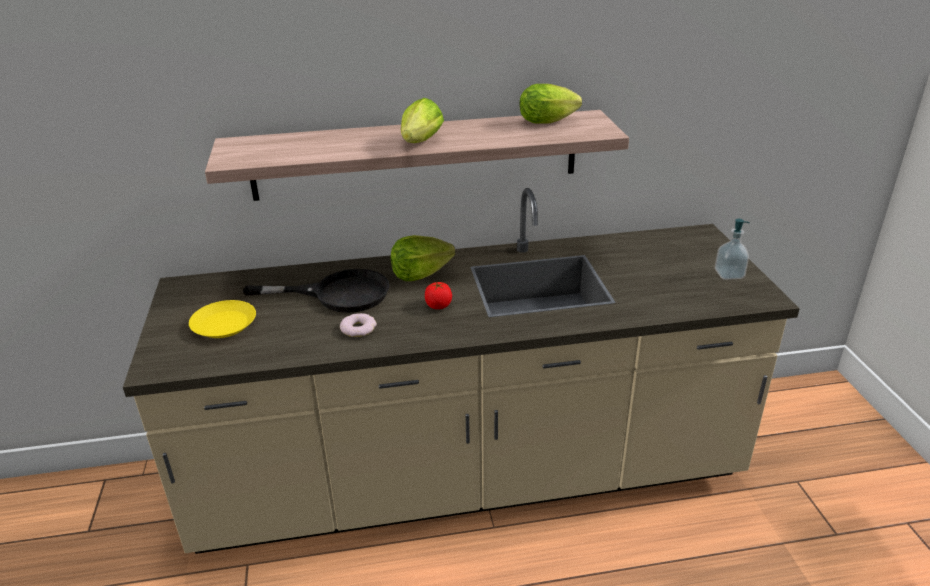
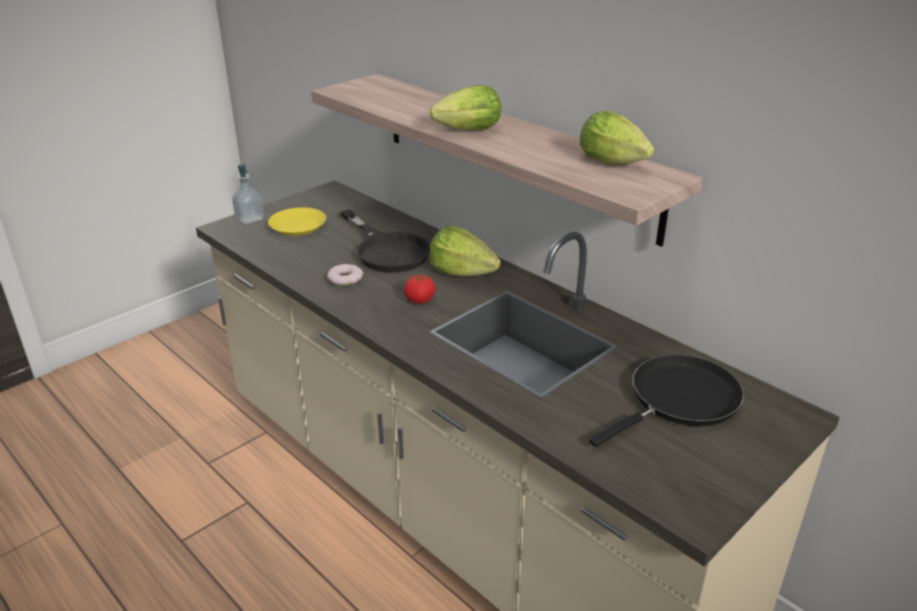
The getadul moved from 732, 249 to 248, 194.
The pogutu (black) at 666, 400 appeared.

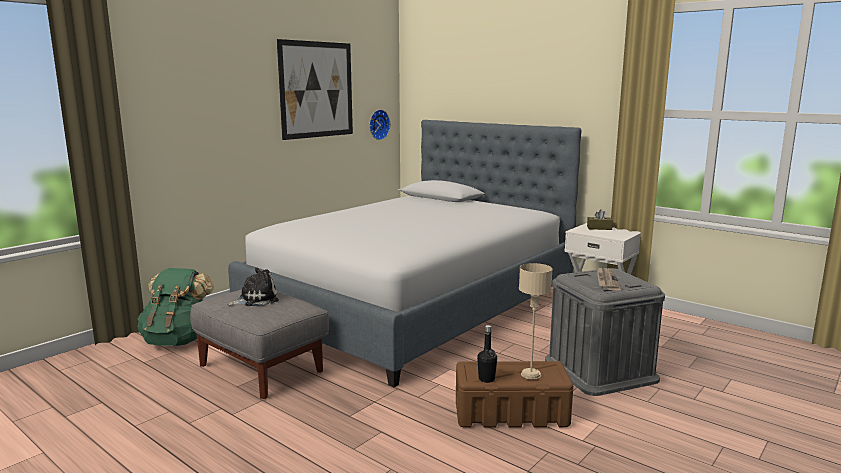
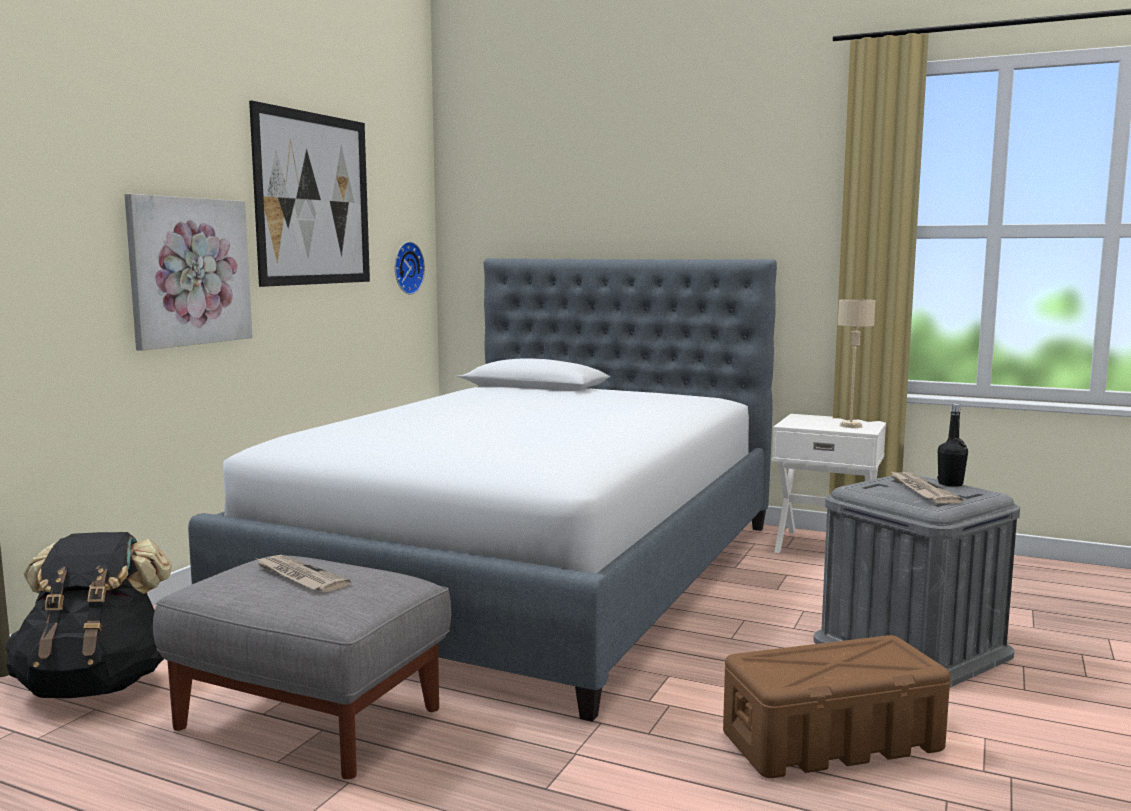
The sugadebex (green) at 176, 307 became the sugadebex (black) at 88, 615.
The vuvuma at 189, 272 appeared.
The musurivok at 253, 287 was replaced by the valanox at 304, 573.
The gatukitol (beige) moved from 536, 321 to 857, 363.
The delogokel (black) moved from 487, 354 to 952, 445.
The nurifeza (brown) at 600, 219 disappeared.

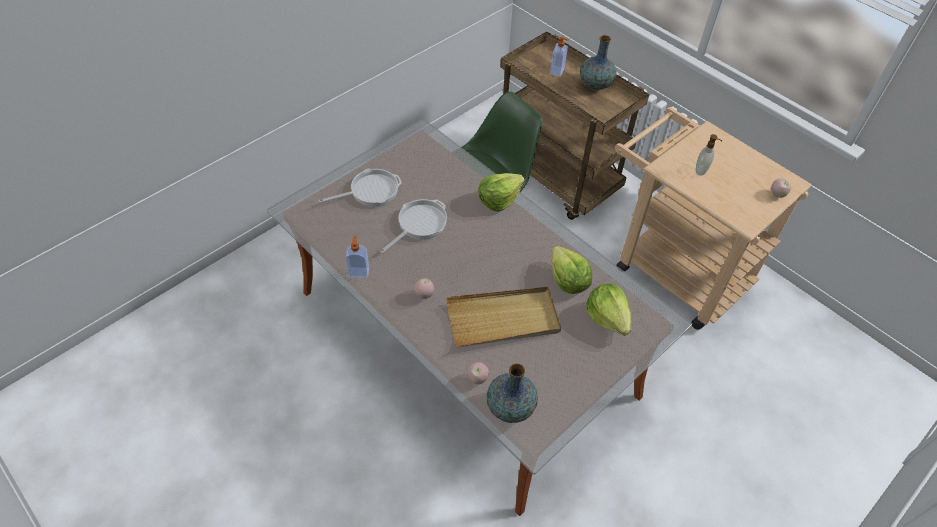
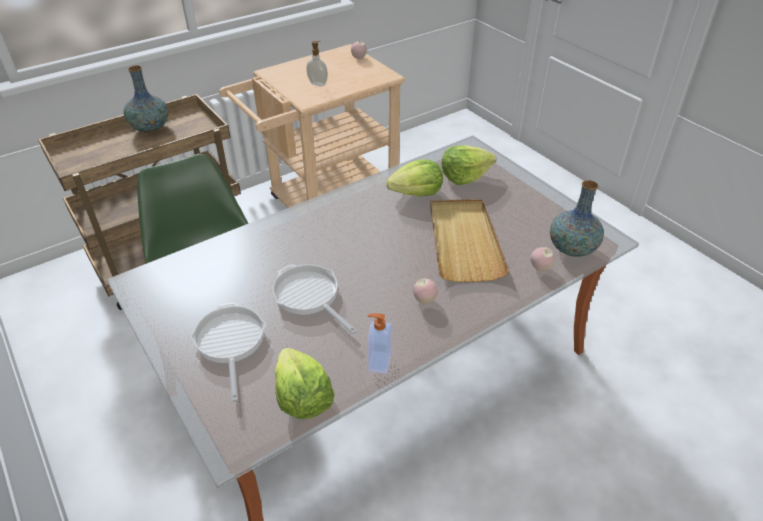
The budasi moved from 501, 192 to 305, 383.
The getadul at 559, 57 disappeared.

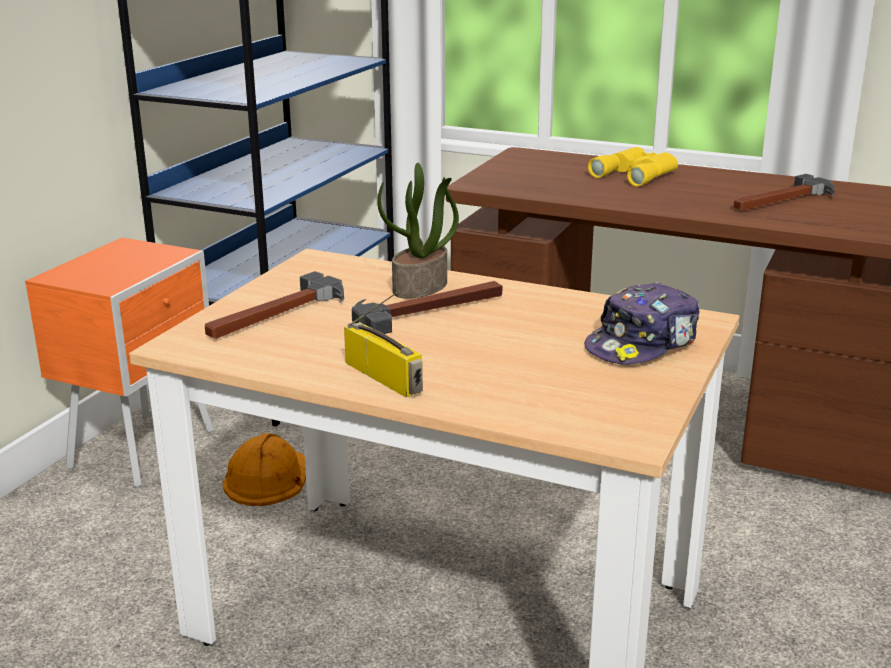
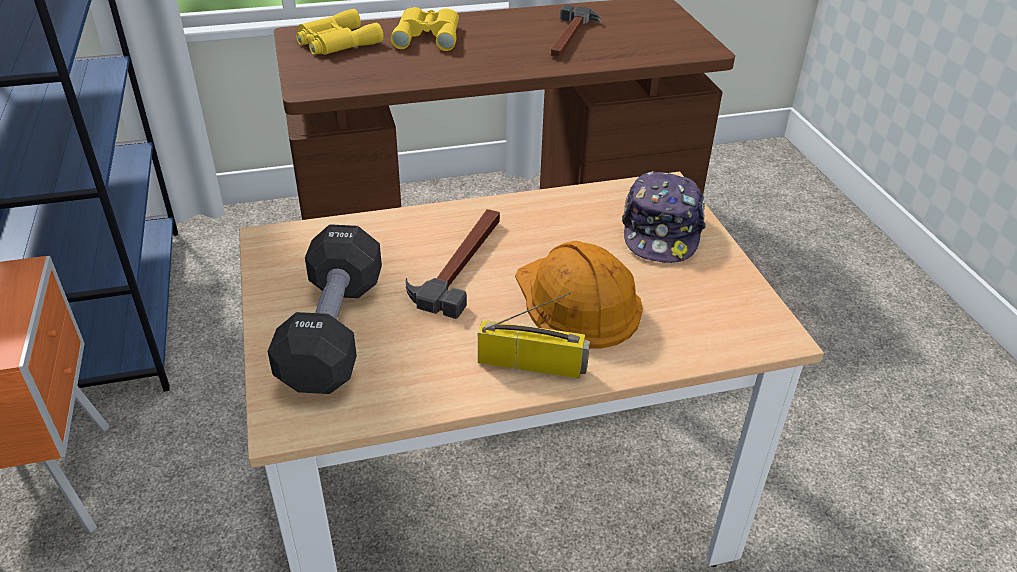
The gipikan at 274, 305 was replaced by the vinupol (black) at 325, 309.
The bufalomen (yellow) at 340, 32 appeared.
The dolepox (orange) moved from 264, 469 to 579, 295.
The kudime at 418, 230 disappeared.

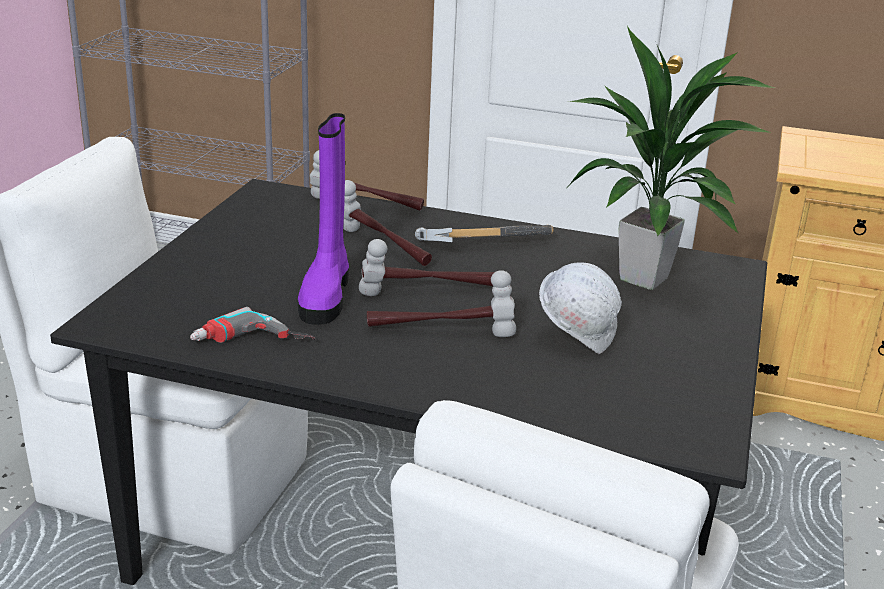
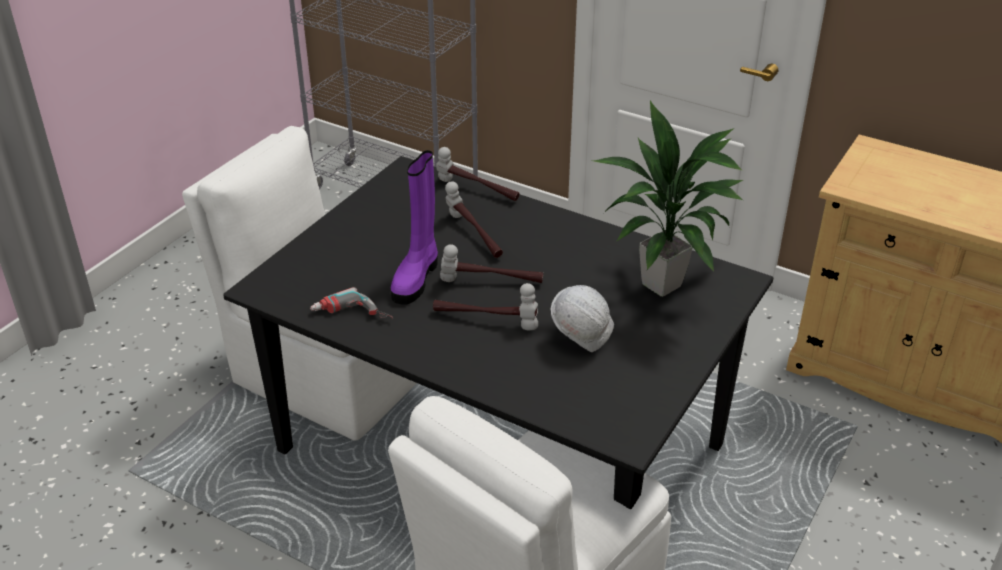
The gipikan at 484, 233 disappeared.

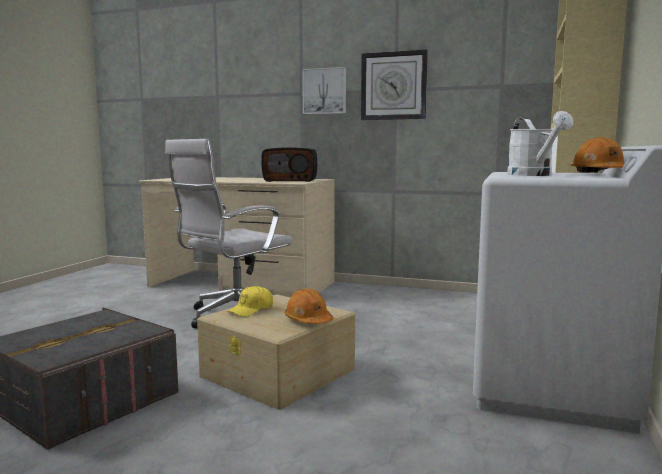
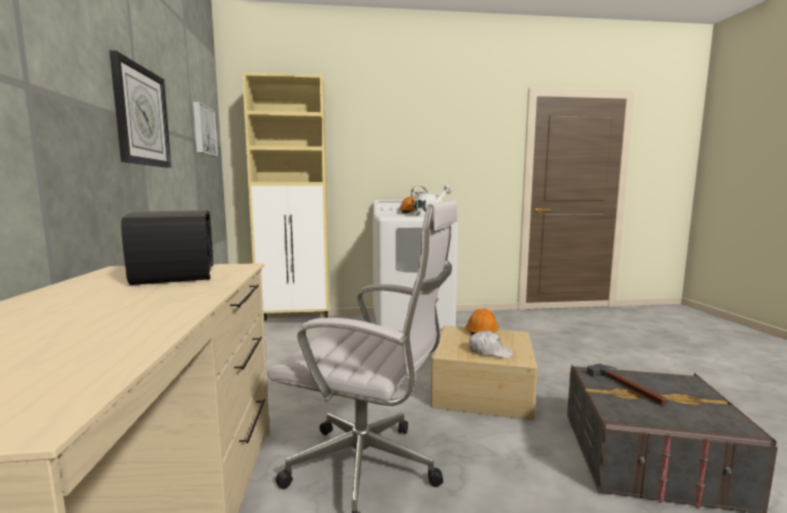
The vuvuma moved from 324, 90 to 205, 129.
The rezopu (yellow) at 250, 301 became the rezopu (white) at 491, 345.
The gipikan at 627, 384 appeared.

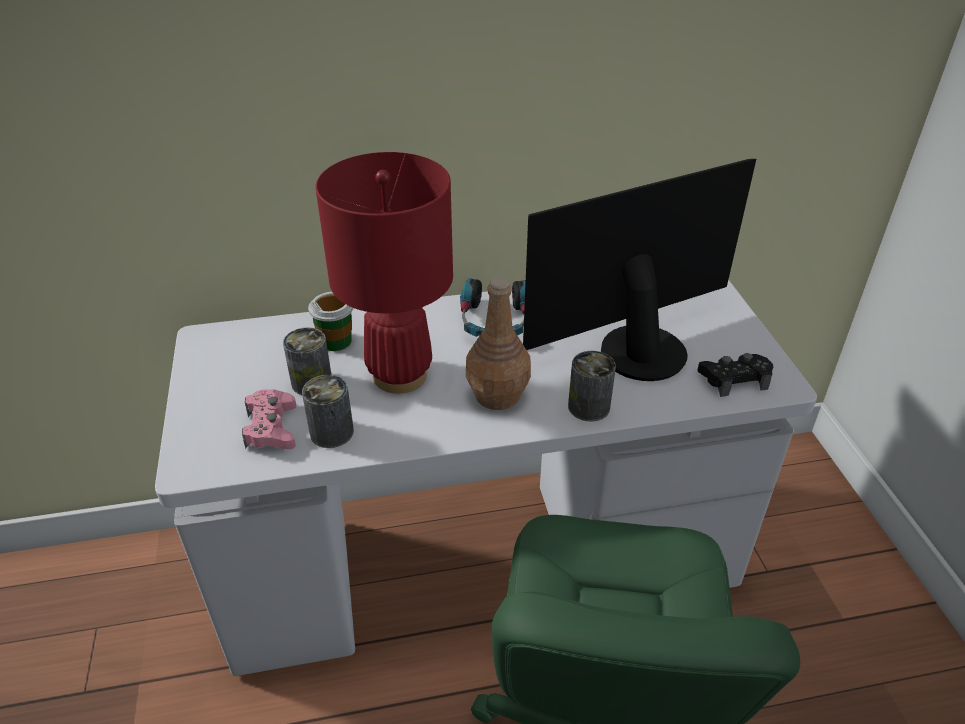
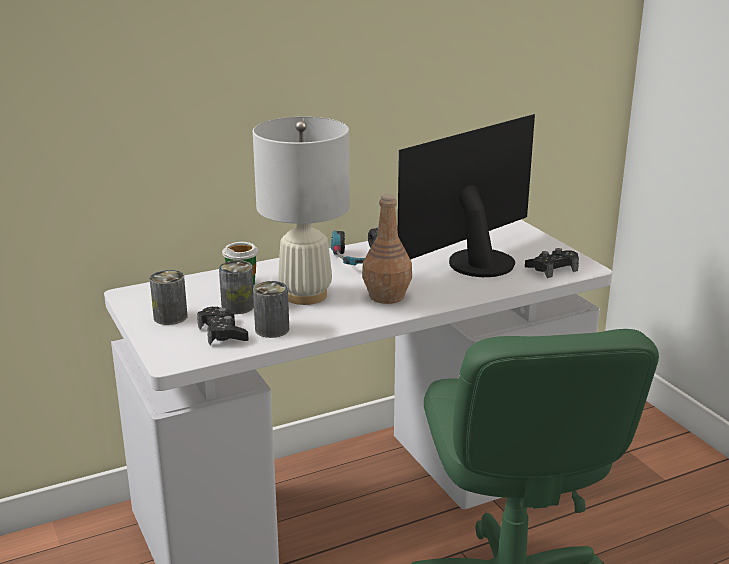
The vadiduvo moved from 592, 386 to 169, 297.
The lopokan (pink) at 269, 419 became the lopokan (black) at 223, 326.
The gatukitol (red) at 384, 273 became the gatukitol (white) at 301, 211.

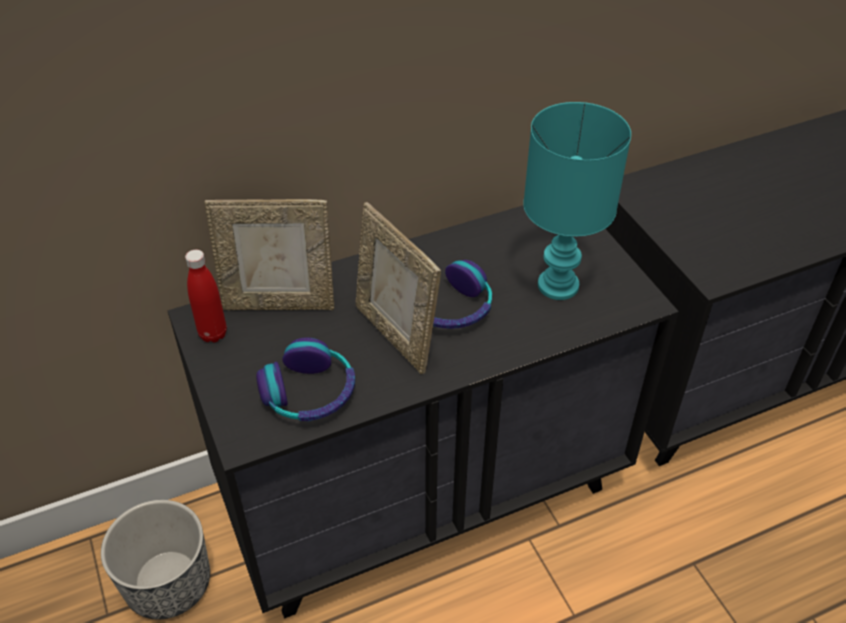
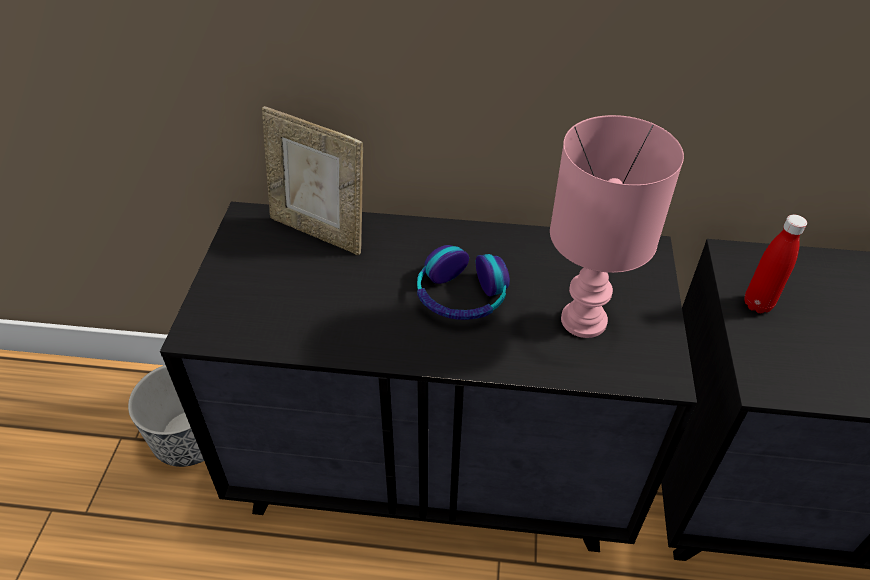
The gatukitol (turquoise) at 577, 201 became the gatukitol (pink) at 617, 226.
The delogokel (red) moved from 206, 296 to 776, 264.
The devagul at 305, 379 disappeared.
The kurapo at 398, 288 disappeared.

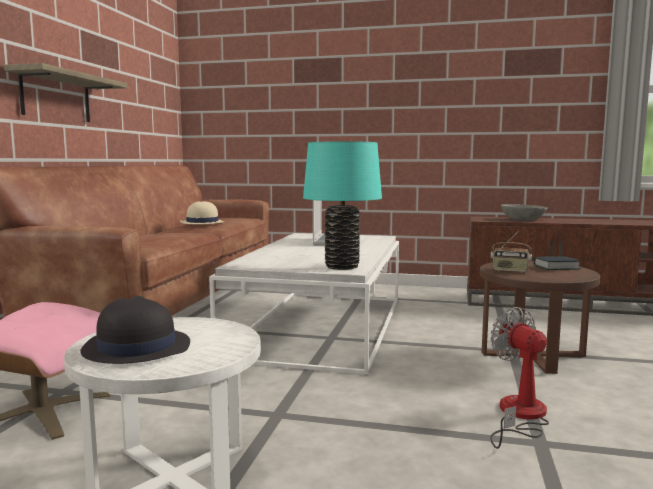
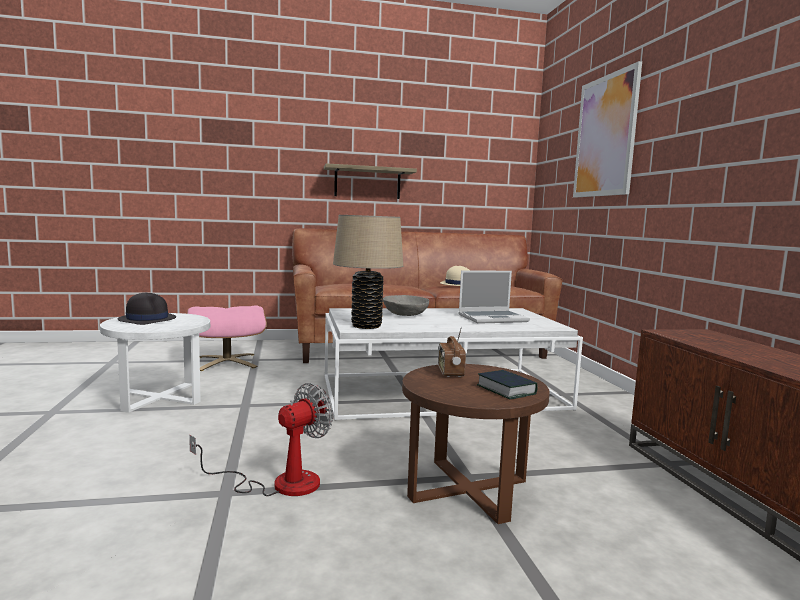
The gatukitol (turquoise) at 342, 205 became the gatukitol (beige) at 368, 272.
The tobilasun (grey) moved from 524, 212 to 406, 305.
The vuvuma at 607, 129 appeared.

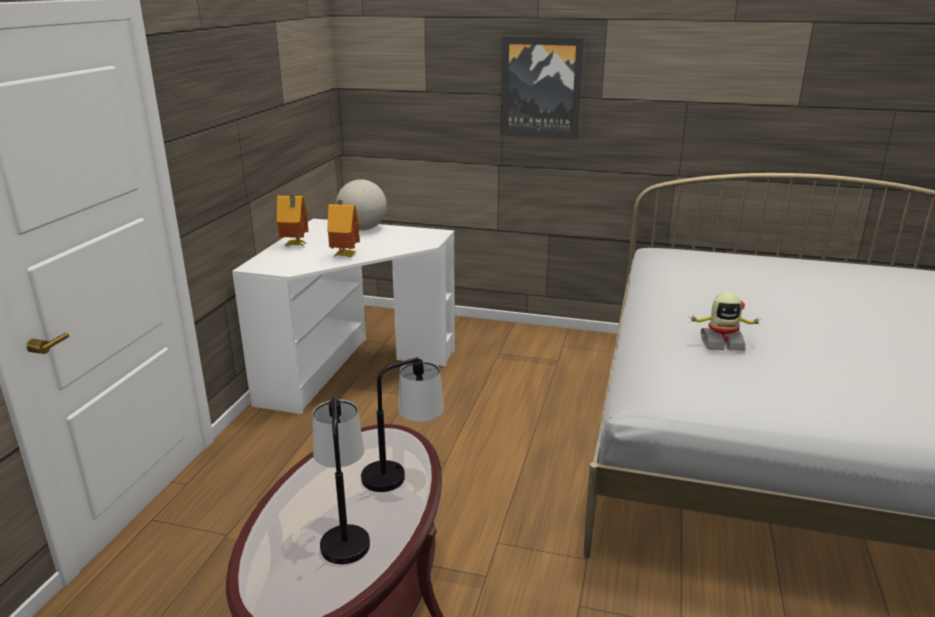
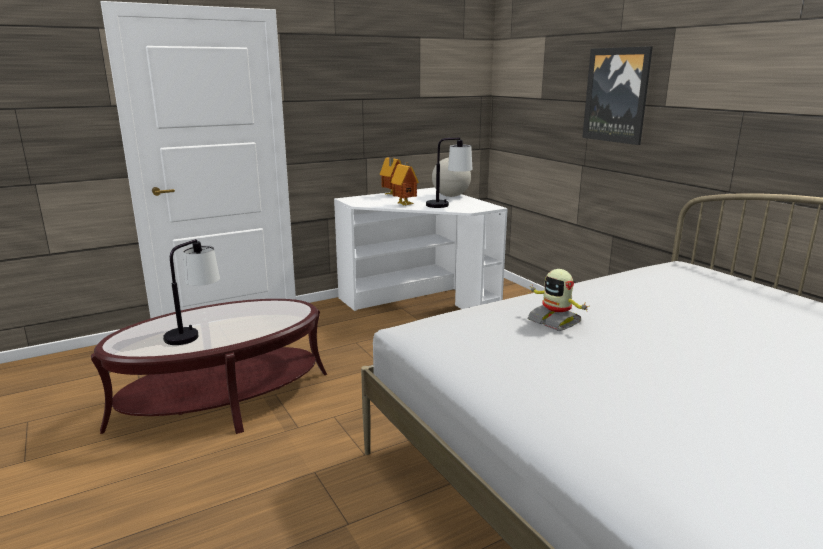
The gatukitol moved from 402, 424 to 449, 173.

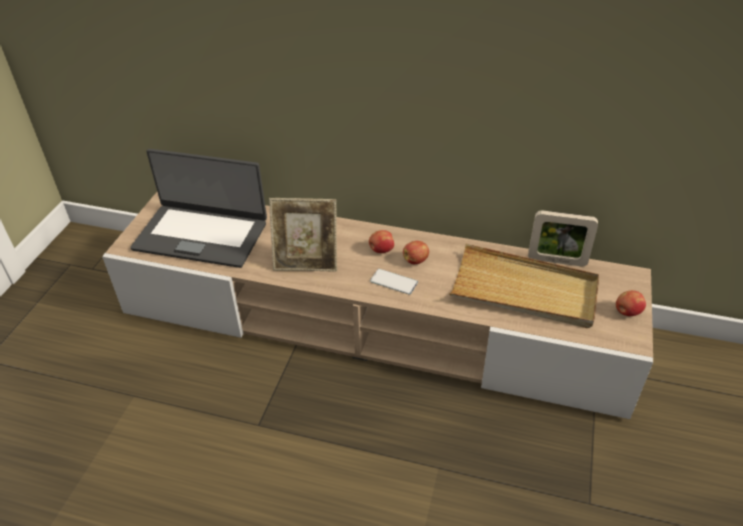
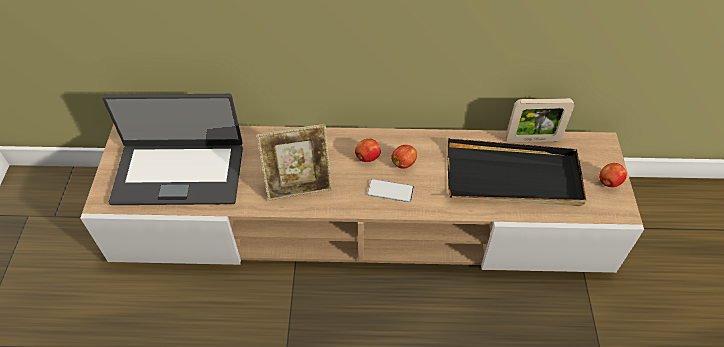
The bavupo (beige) at 524, 286 became the bavupo (black) at 517, 172.

